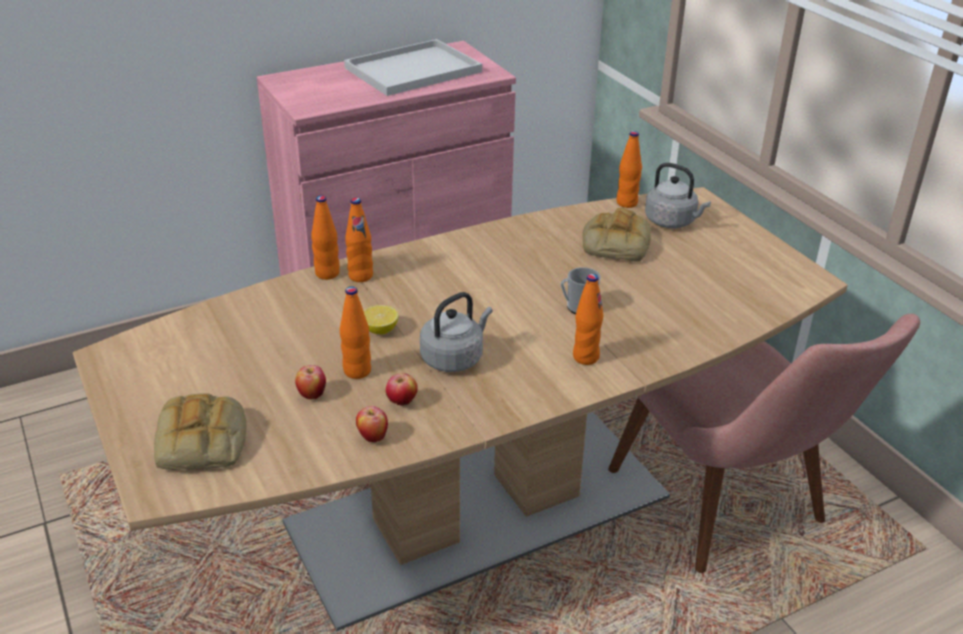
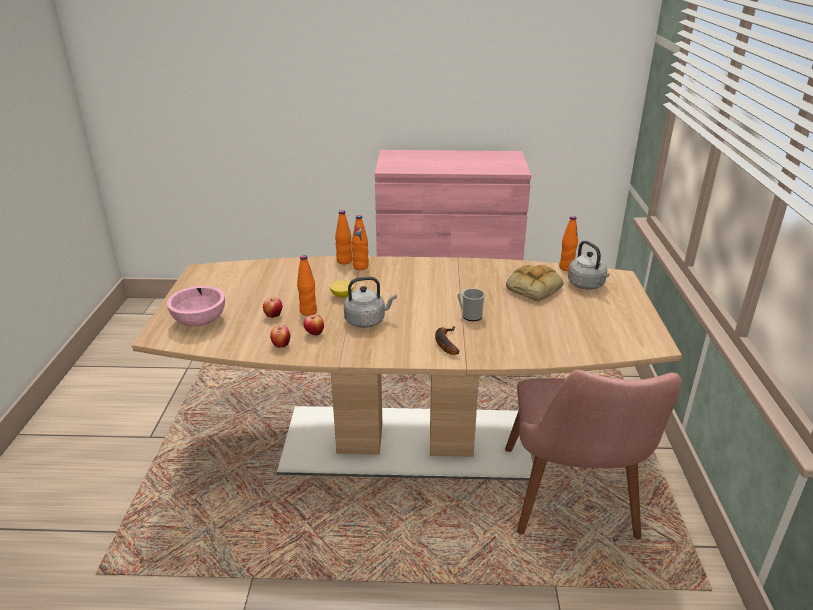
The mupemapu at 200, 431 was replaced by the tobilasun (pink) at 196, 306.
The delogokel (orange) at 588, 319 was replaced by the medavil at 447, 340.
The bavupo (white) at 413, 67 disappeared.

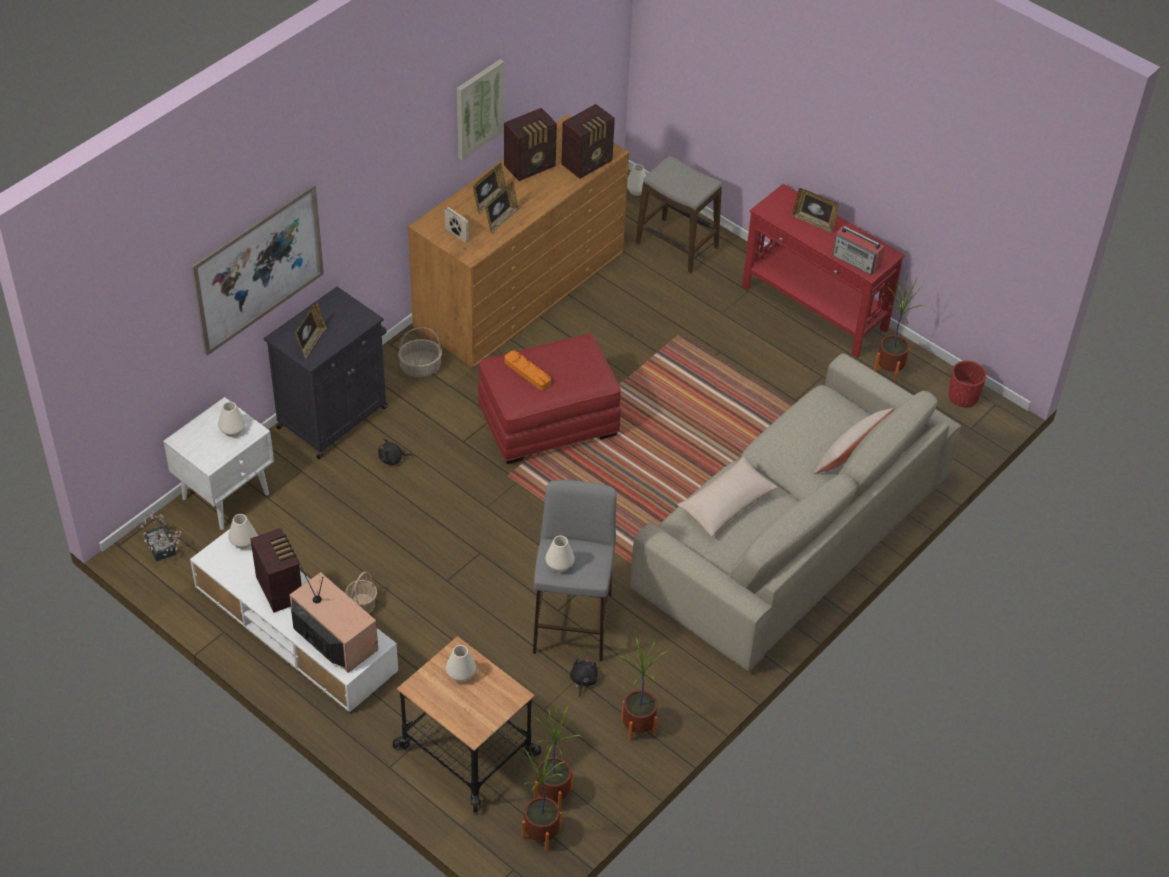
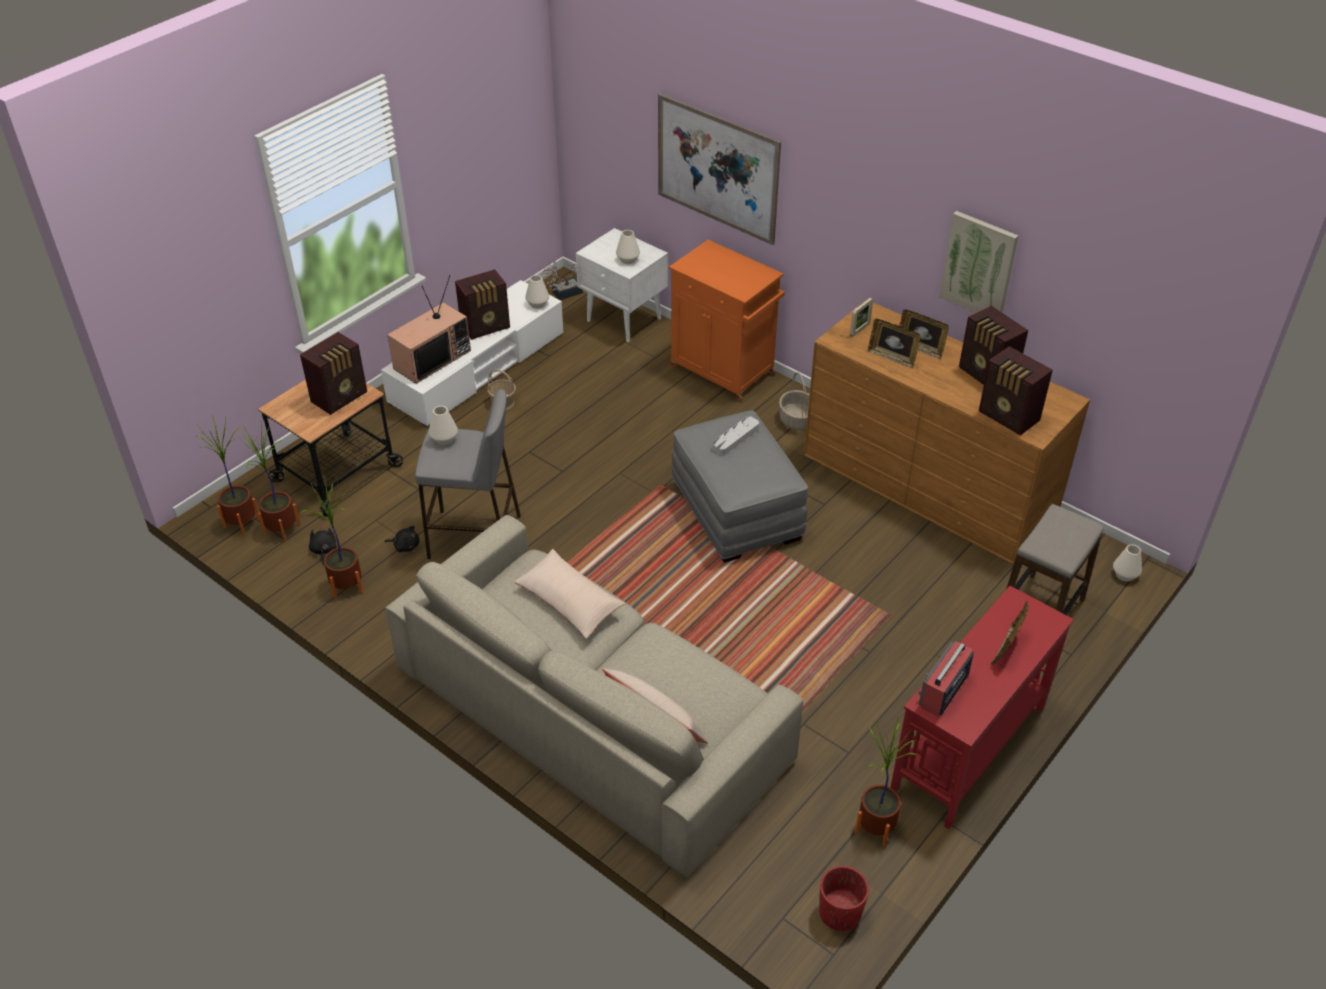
The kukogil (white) at 461, 663 was replaced by the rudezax at 333, 373.
The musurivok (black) moved from 395, 452 to 323, 545.
The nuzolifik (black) at 326, 373 became the nuzolifik (orange) at 727, 321.
The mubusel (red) at 549, 399 became the mubusel (grey) at 740, 486.
The bavupo (orange) at 527, 370 became the bavupo (grey) at 735, 435.
The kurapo at 311, 330 disappeared.

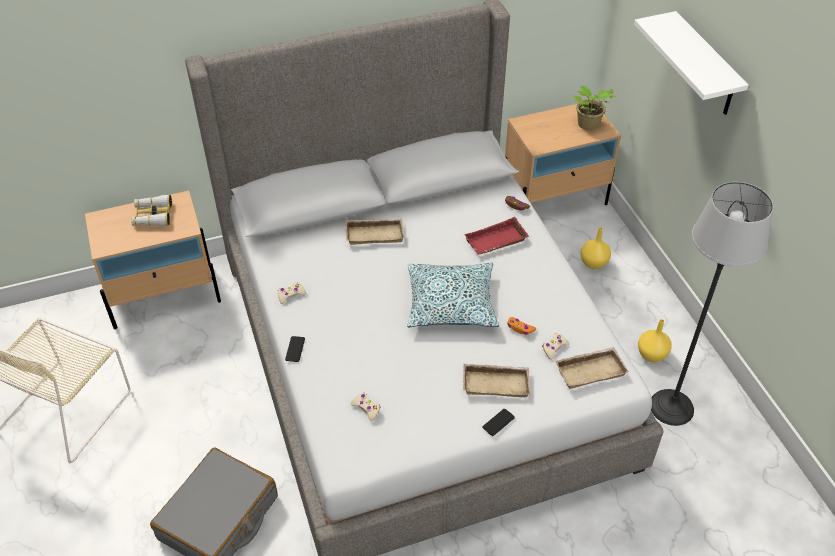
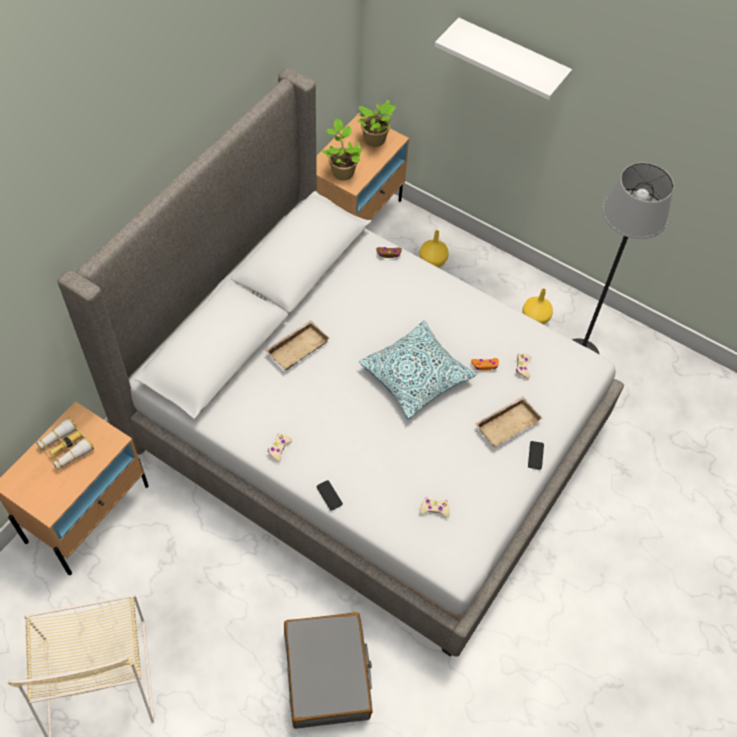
The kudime at 343, 149 appeared.
The bavupo (red) at 496, 236 disappeared.
The bavupo (beige) at 592, 368 disappeared.

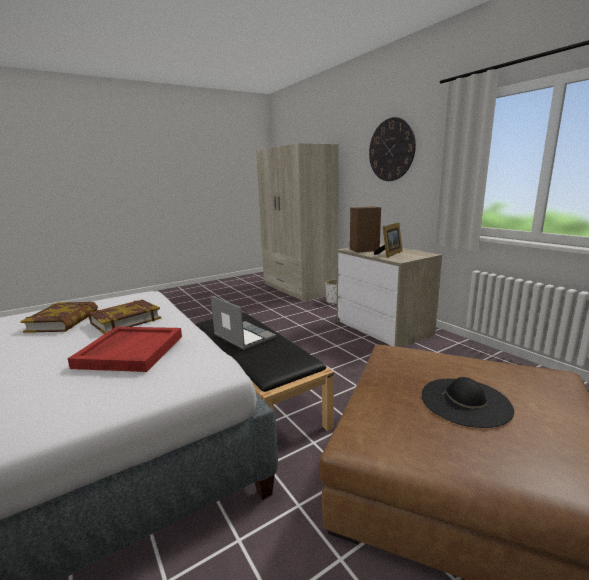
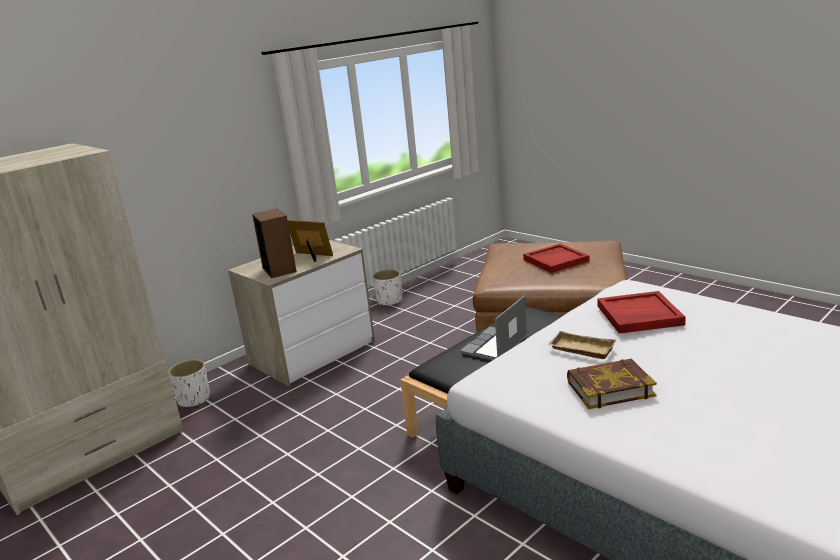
The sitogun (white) at 387, 288 appeared.
The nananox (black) at 468, 402 was replaced by the bavupo (red) at 556, 258.
The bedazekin at 125, 316 was replaced by the bavupo (beige) at 582, 345.
The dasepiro at 392, 149 disappeared.

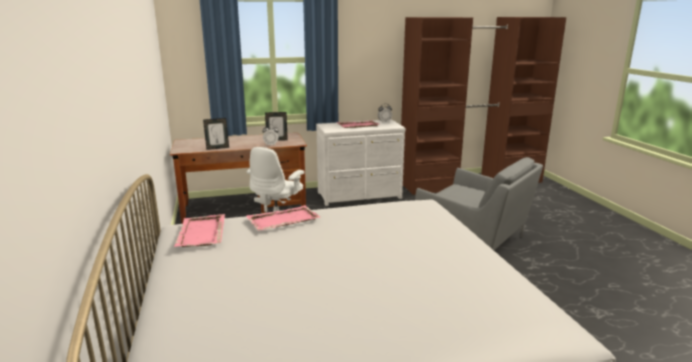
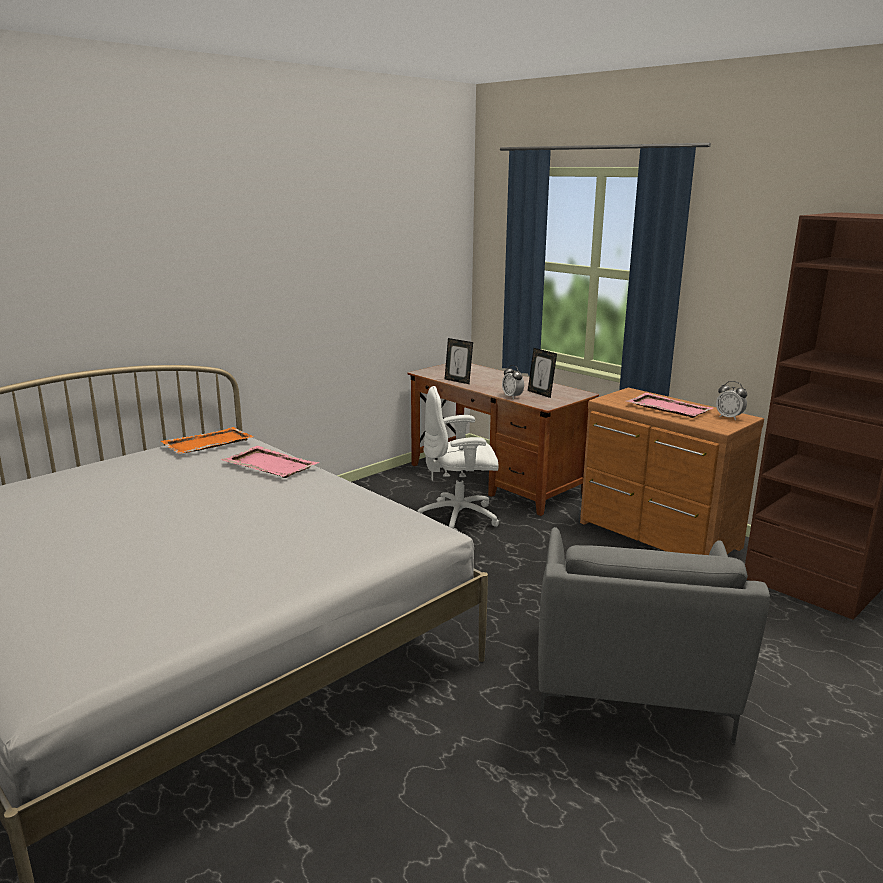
The bavupo (pink) at 199, 230 became the bavupo (orange) at 207, 440.
The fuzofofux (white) at 360, 163 became the fuzofofux (brown) at 672, 471.

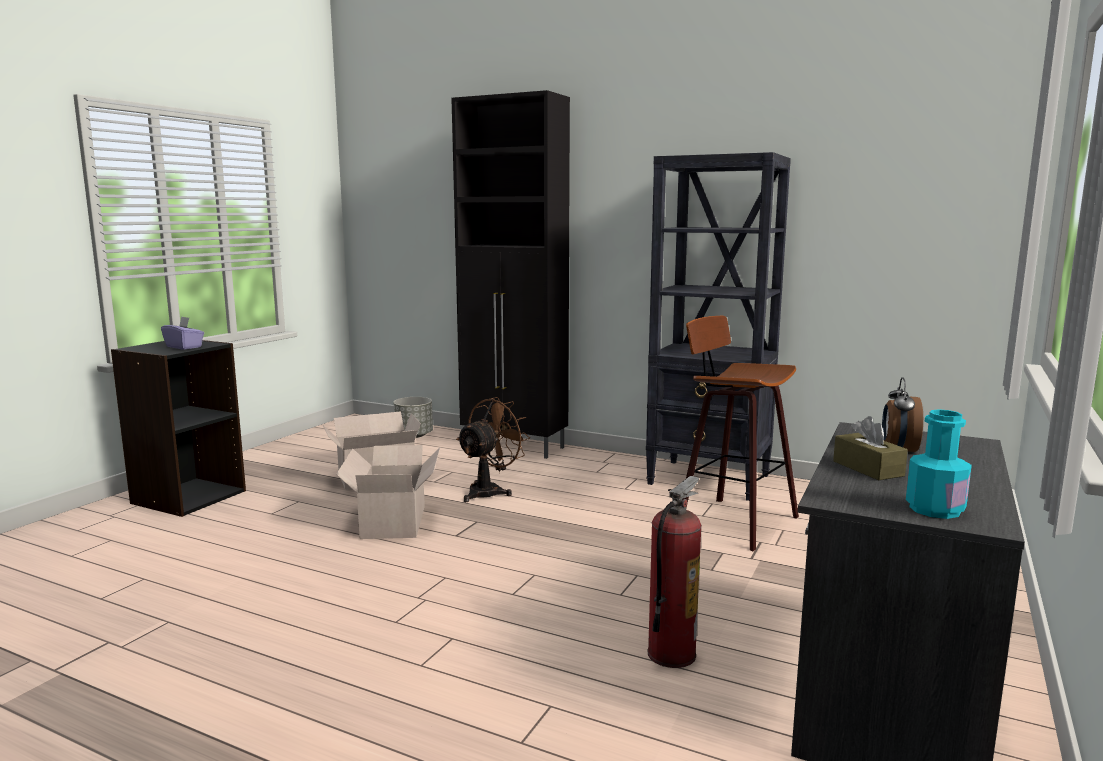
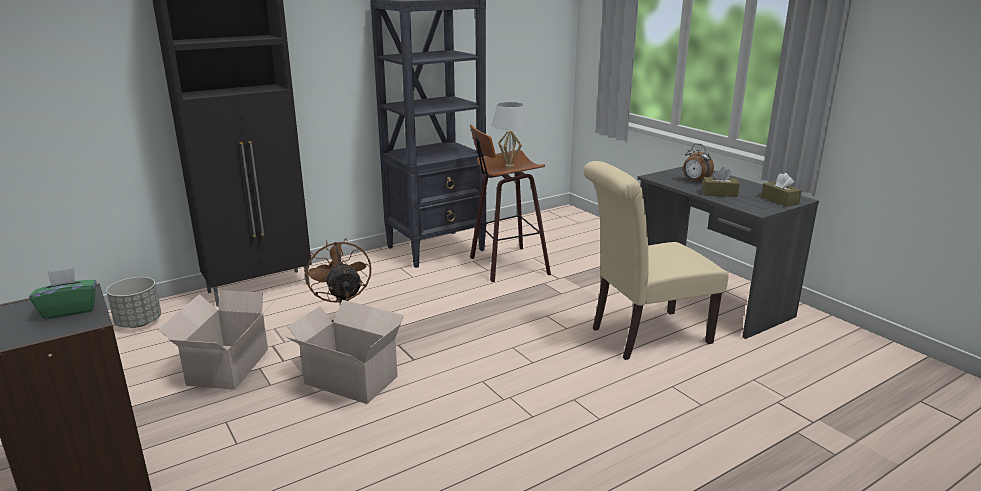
The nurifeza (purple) at 182, 333 became the nurifeza (green) at 62, 294.
The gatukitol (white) at 510, 134 appeared.
The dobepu at 675, 572 was replaced by the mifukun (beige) at 655, 260.
The delogokel (turquoise) at 939, 464 was replaced by the nurifeza (brown) at 781, 190.

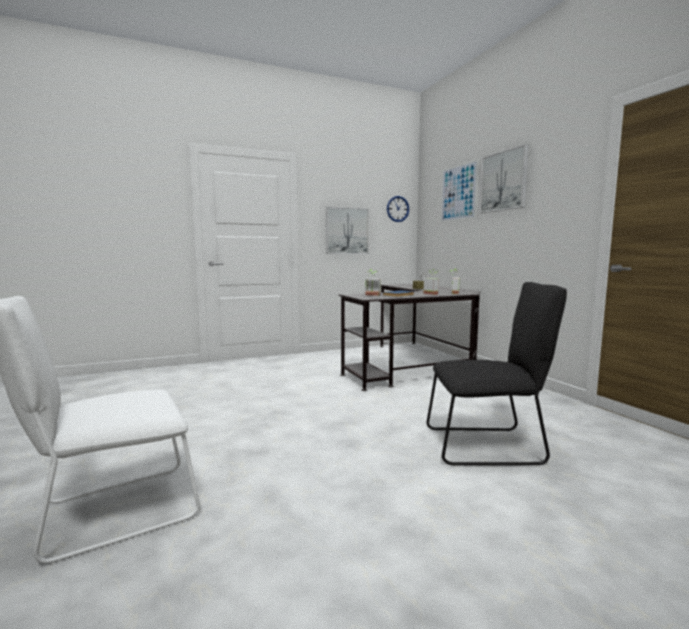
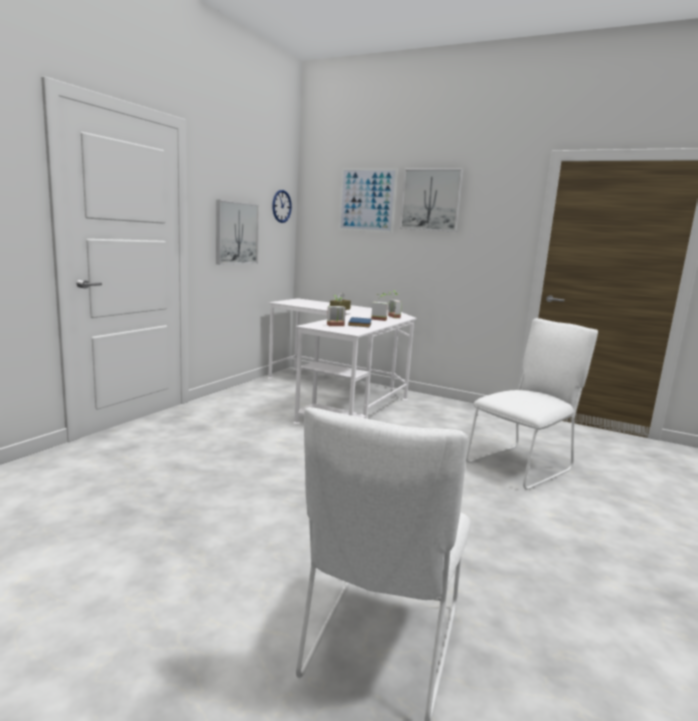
The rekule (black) at 410, 337 became the rekule (white) at 342, 361.
The mifukun (black) at 497, 373 became the mifukun (white) at 532, 404.

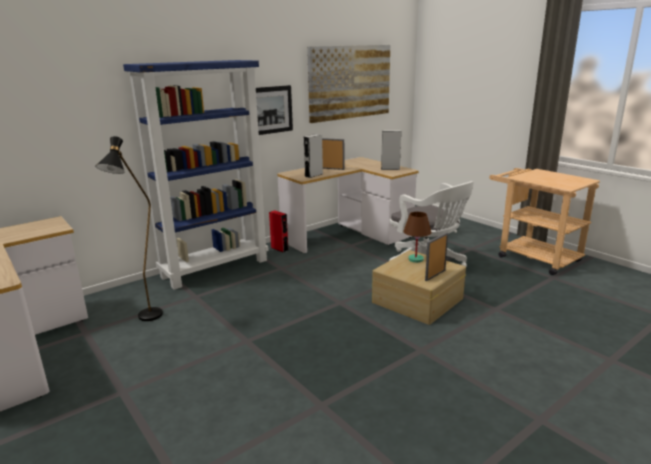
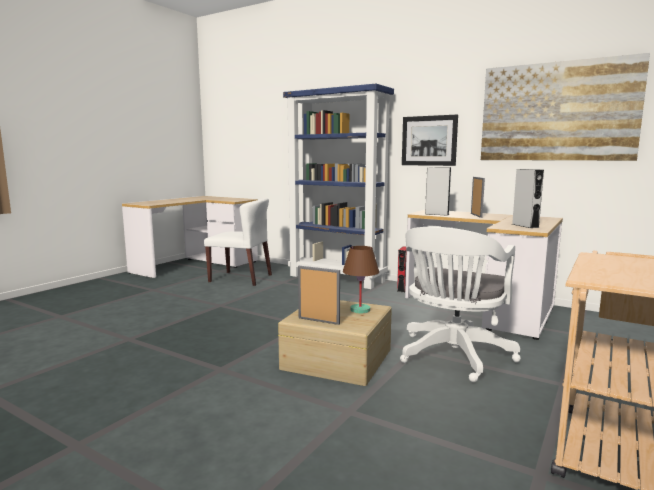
The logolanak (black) at 129, 228 was replaced by the mifukun (white) at 238, 242.

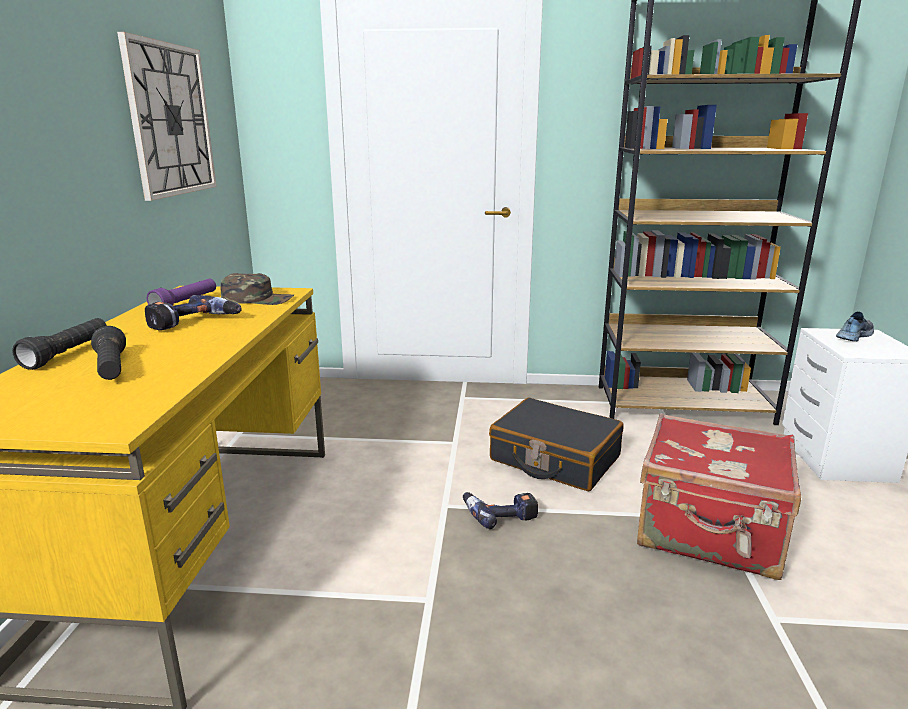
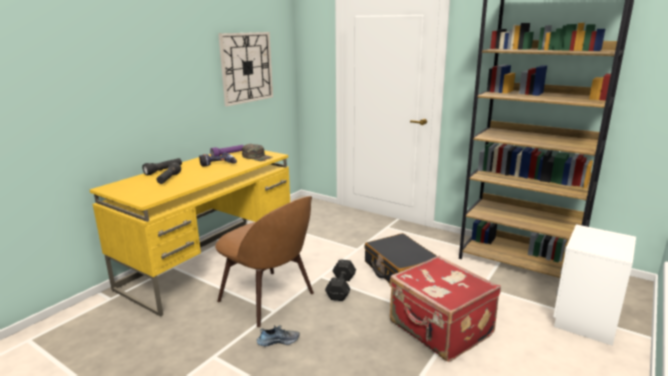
The mifukun (brown) at 264, 261 appeared.
The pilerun moved from 855, 326 to 278, 335.
The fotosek at 500, 510 was replaced by the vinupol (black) at 340, 280.

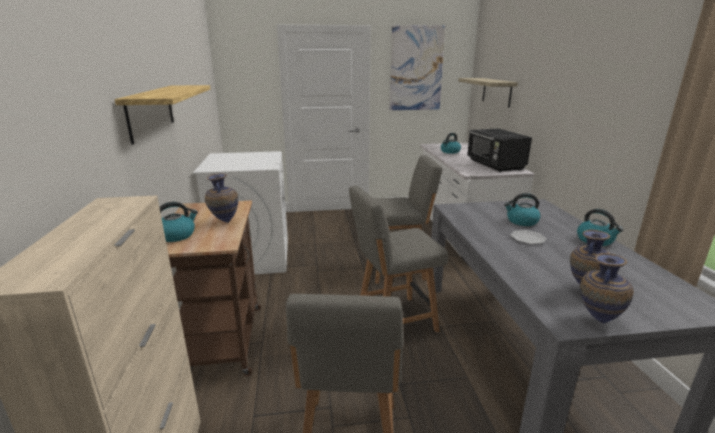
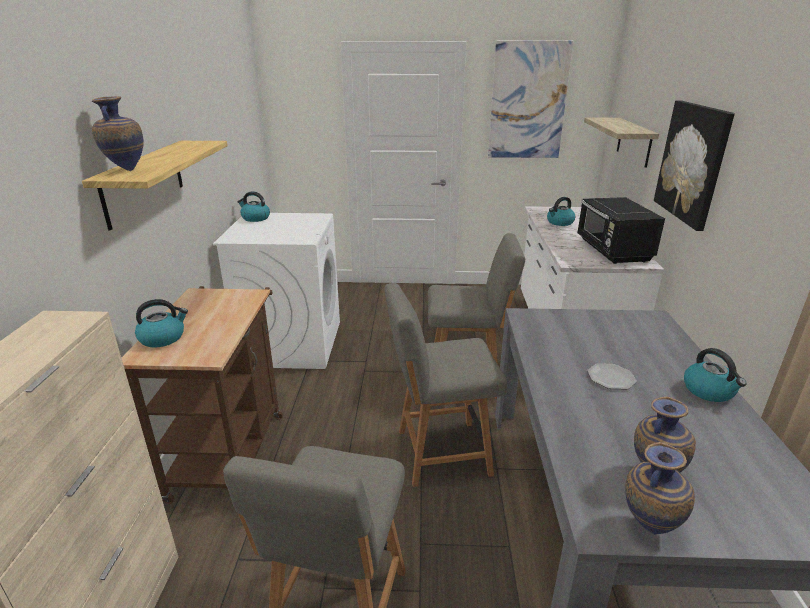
The kukogil moved from 221, 198 to 118, 133.
The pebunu moved from 522, 209 to 253, 206.
The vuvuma at 694, 165 appeared.

